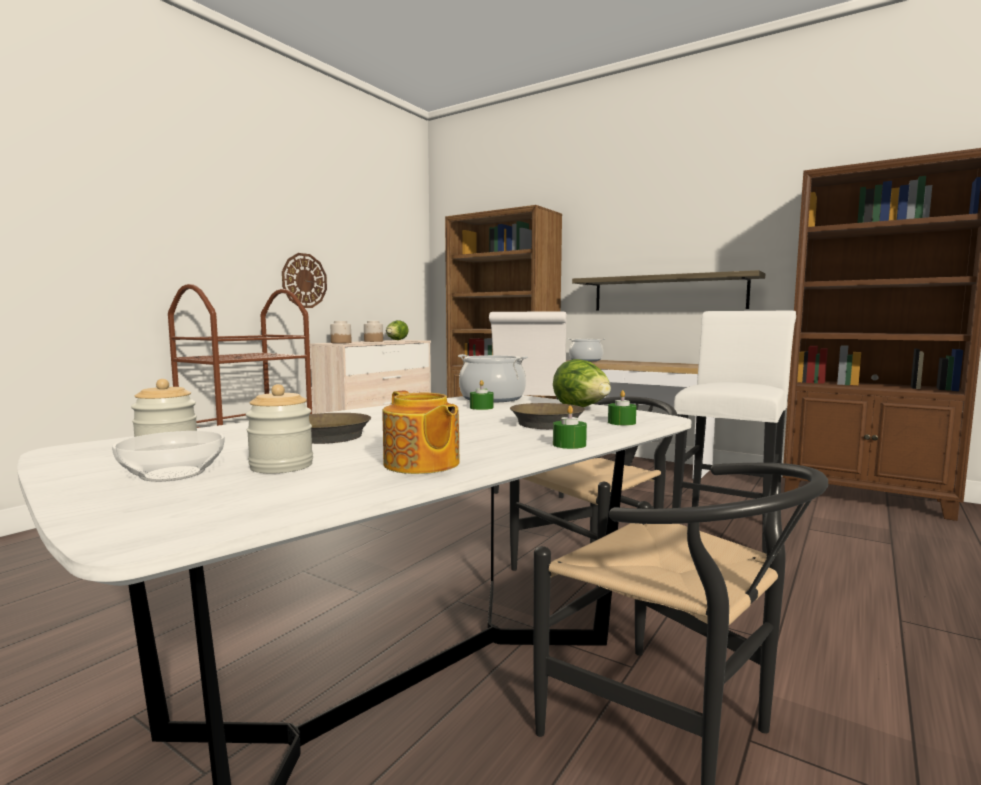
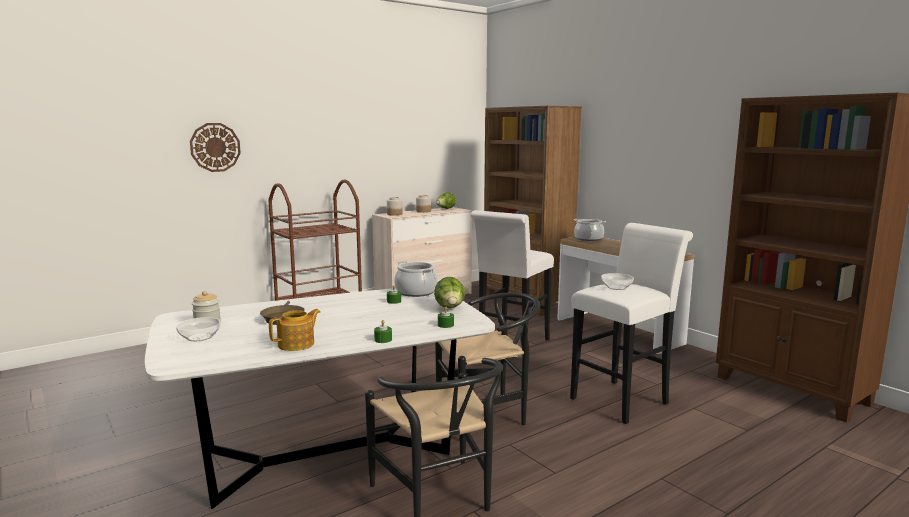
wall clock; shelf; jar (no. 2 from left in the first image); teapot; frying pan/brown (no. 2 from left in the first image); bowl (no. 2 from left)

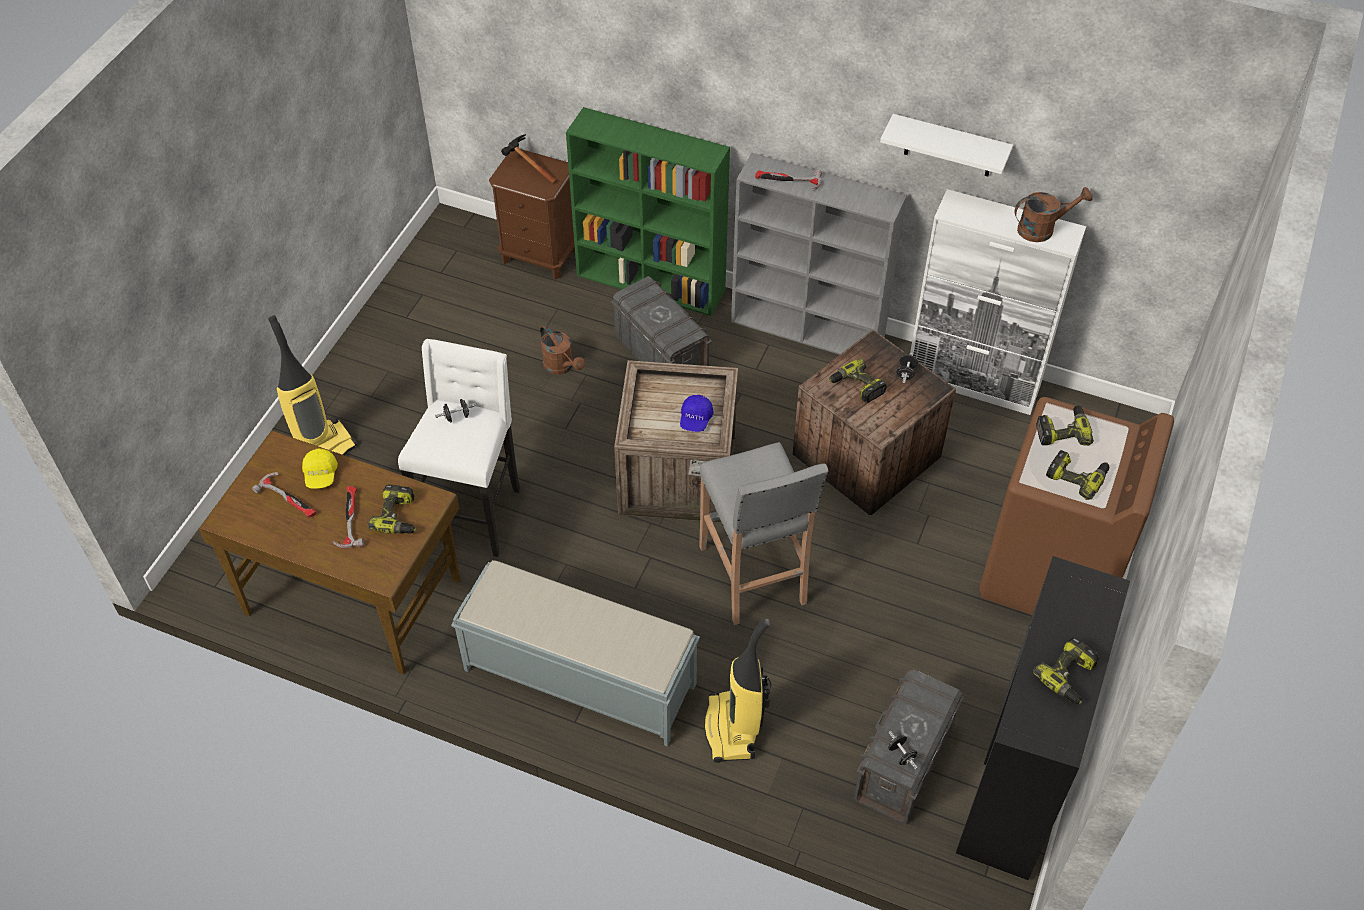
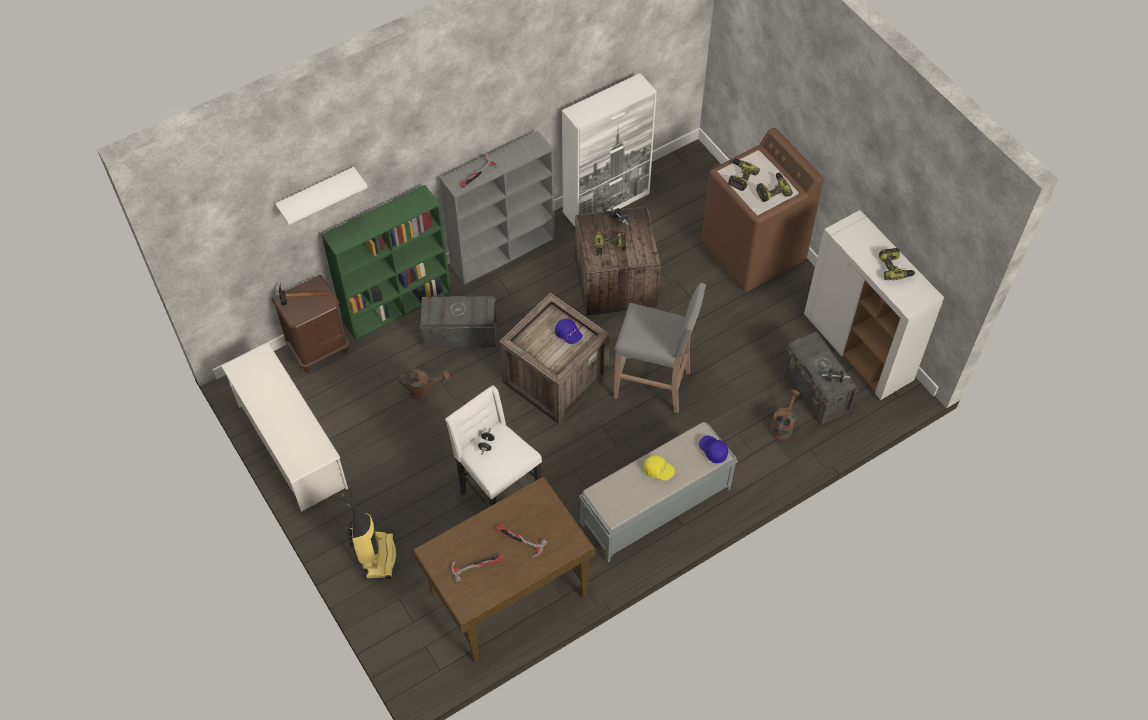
shelf/white; watering can/brown (no. 2 from left); cap/yellow; power drill (no. 1 from left in the first image); cabinet/white (no. 2 from left); vacuum cleaner (no. 2 from left in the first image); shoe rack/white; cap/blue (no. 2 from left)

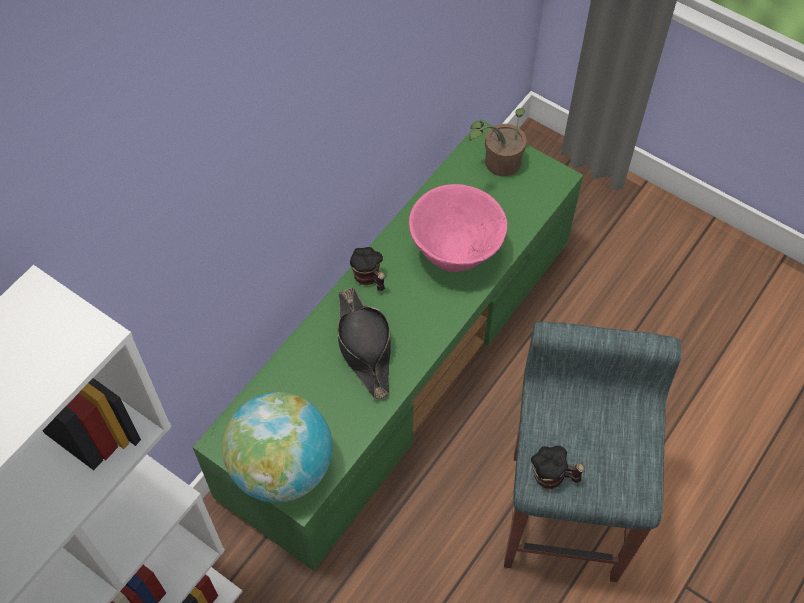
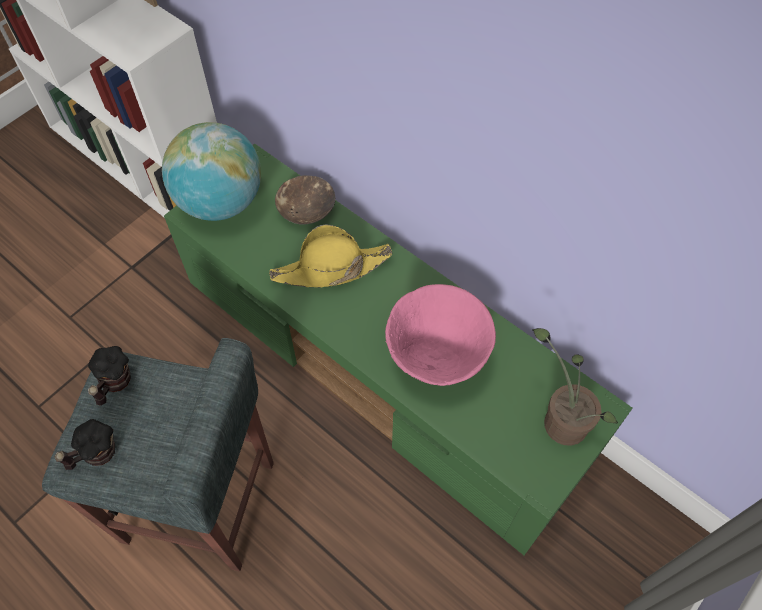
mug (no. 1 from left); hat/yellow; bowl/brown

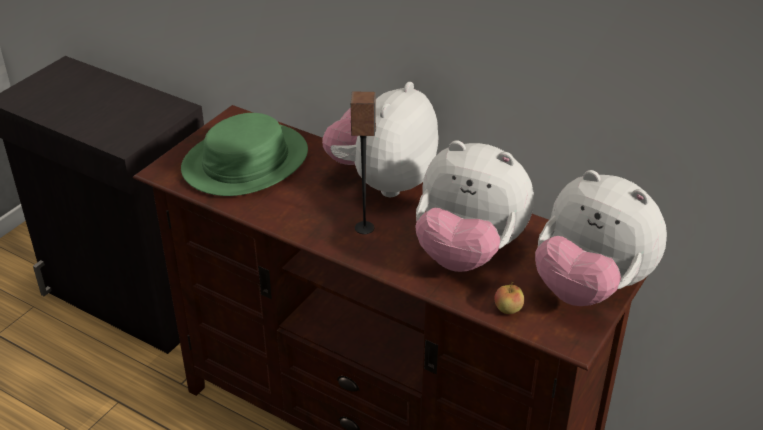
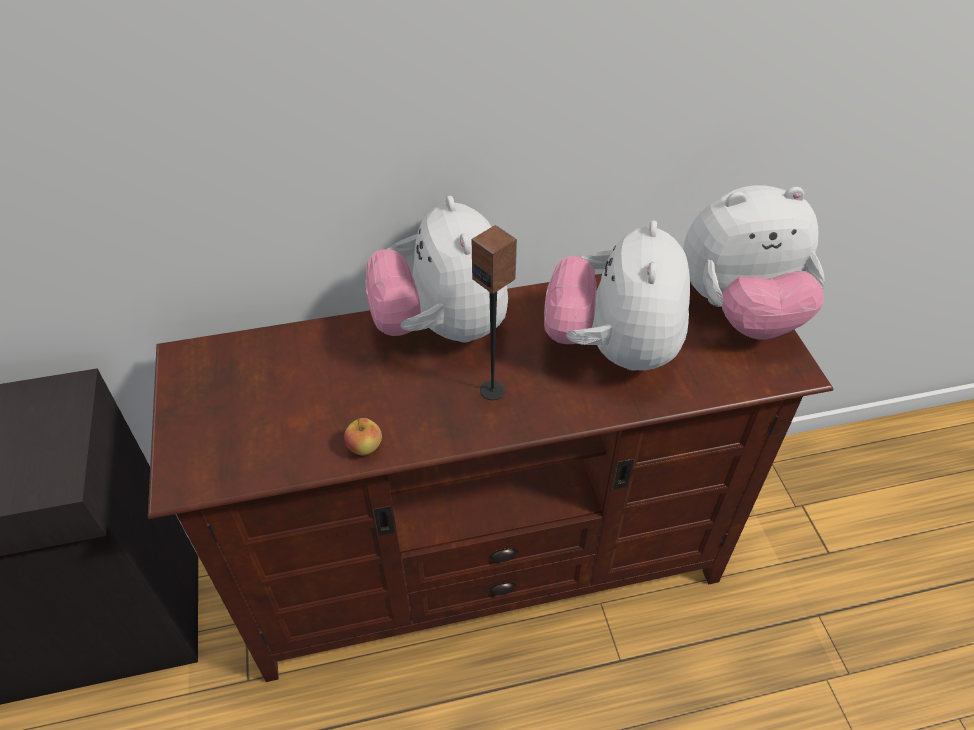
hat/green; plush toy (no. 2 from left); apple

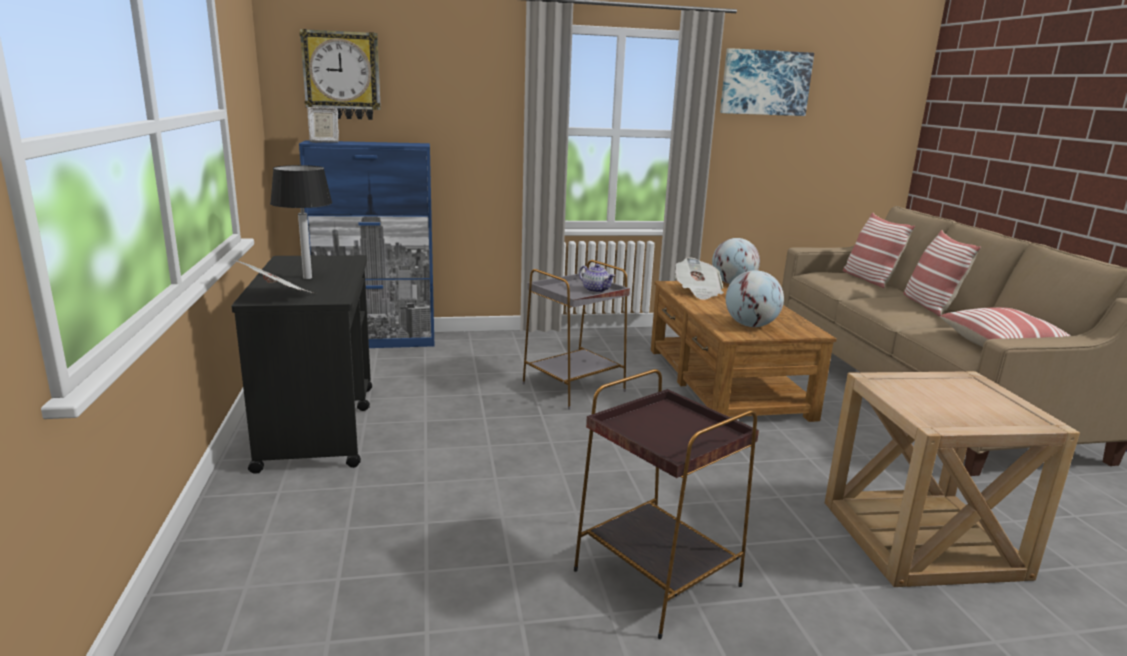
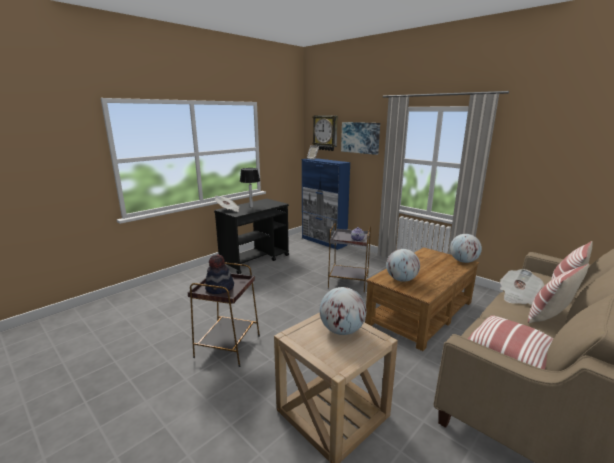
picture; newspaper (no. 2 from left); hat; globe (no. 1 from left)

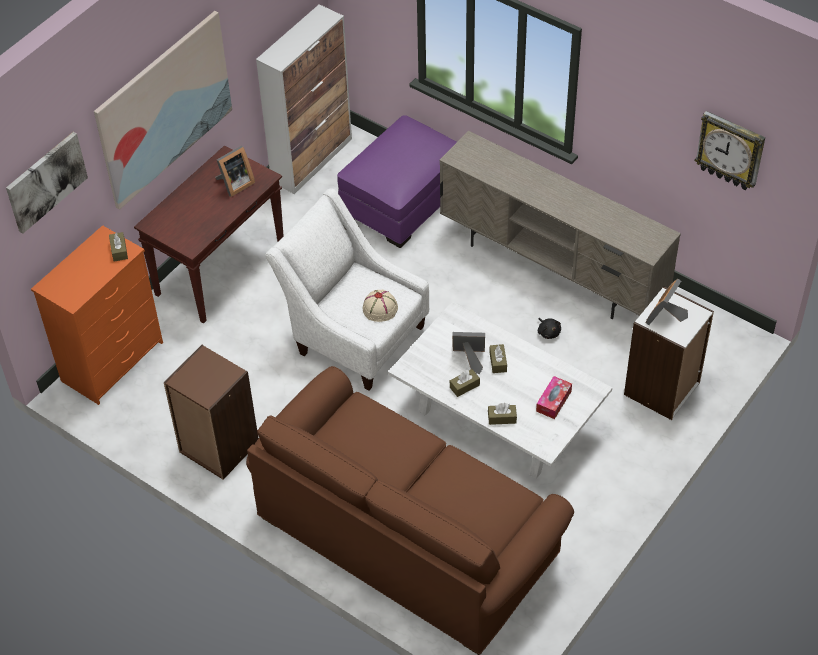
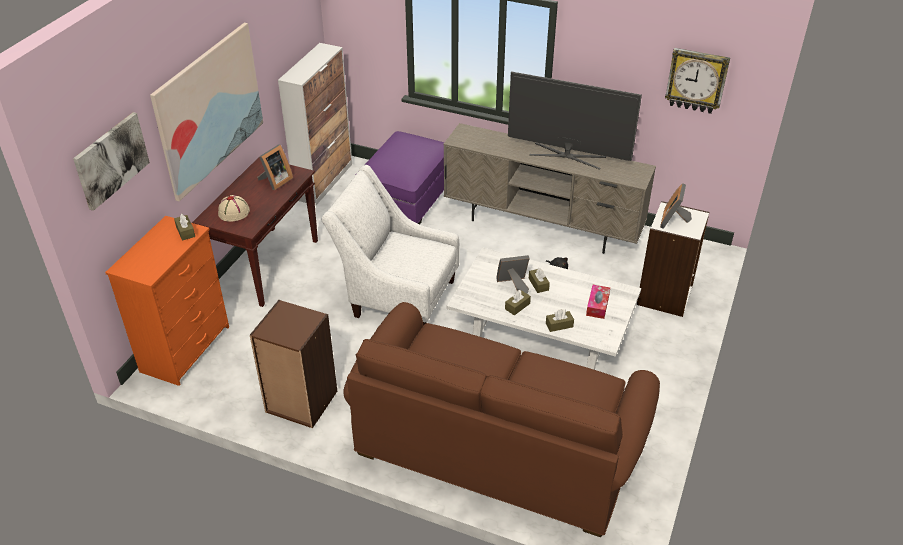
hat/beige; television

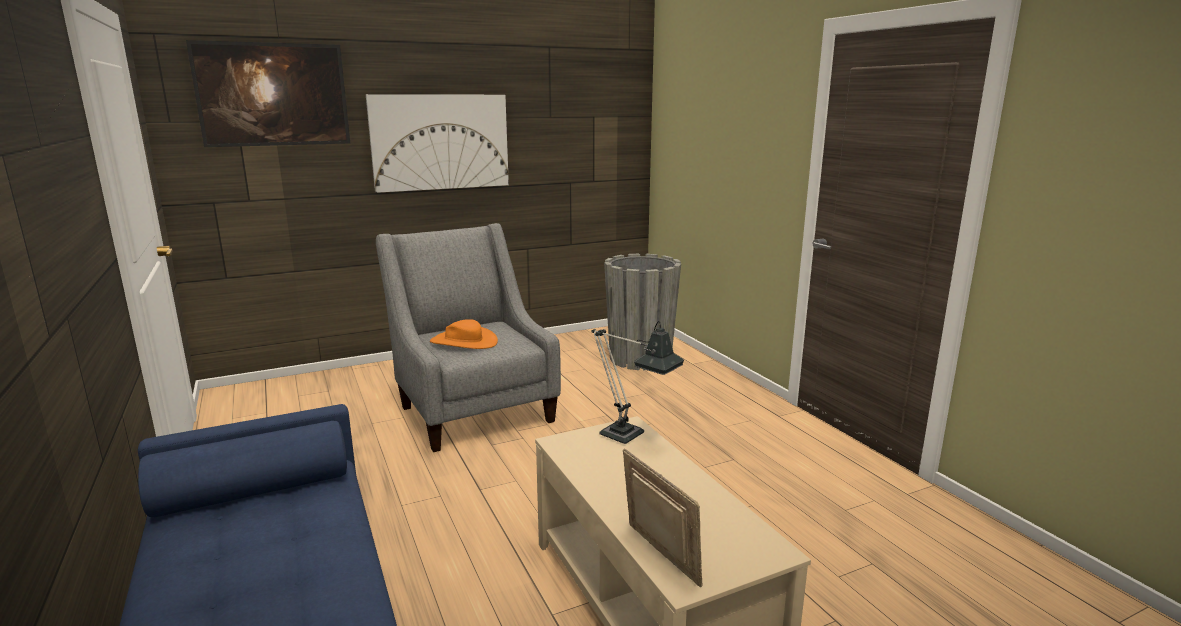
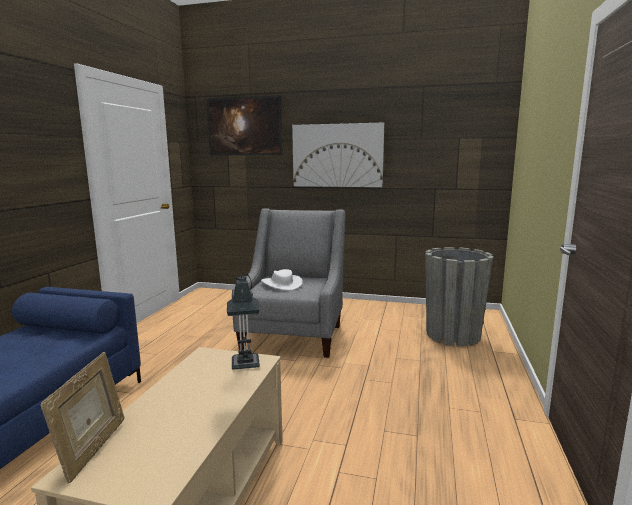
hat/white

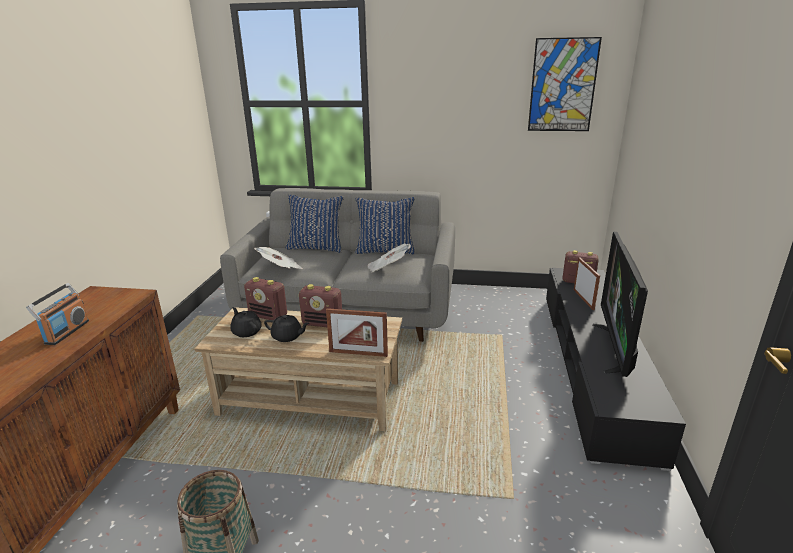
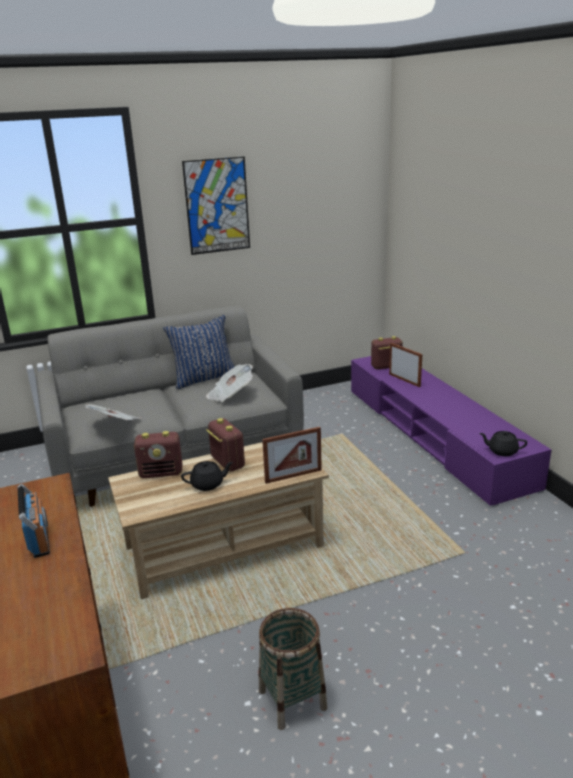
picture; pillow/blue (no. 1 from left in the first image); television; tv stand/purple; radio (no. 3 from left); teapot/black (no. 2 from left)

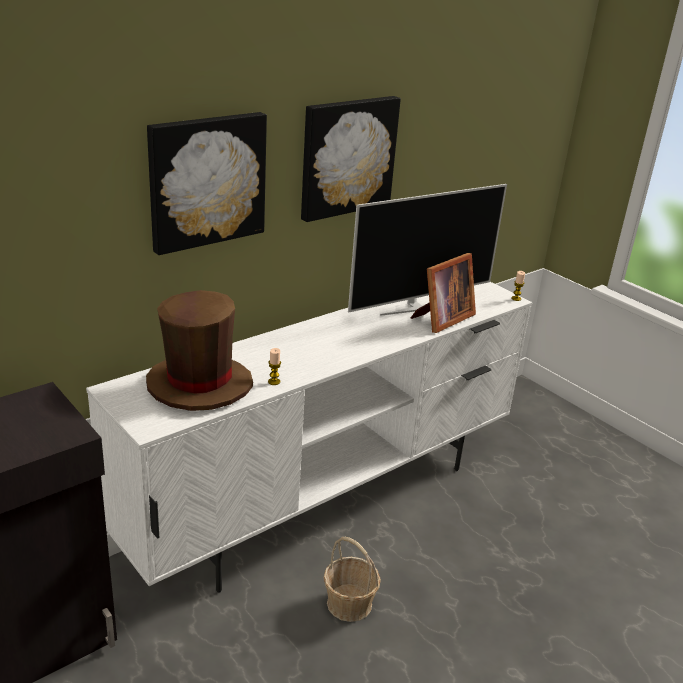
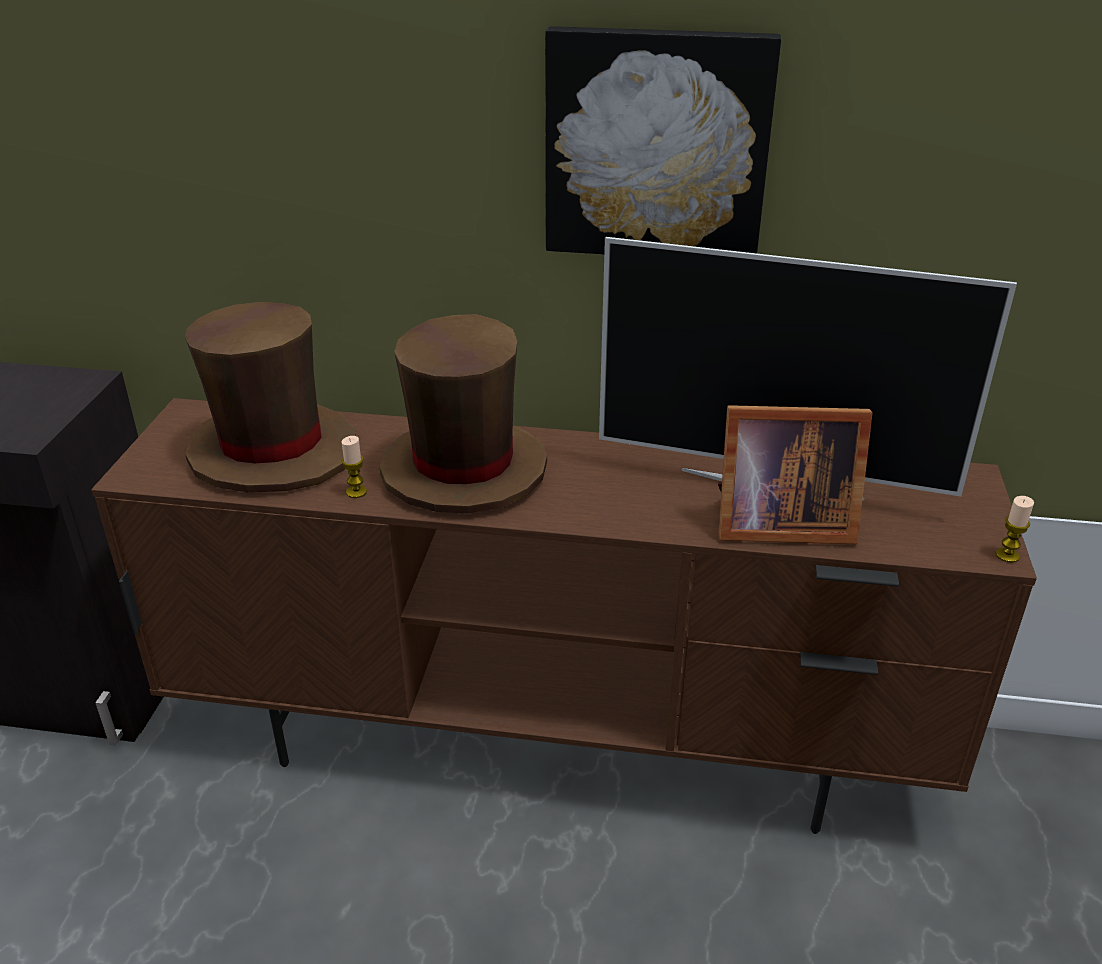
picture (no. 1 from left in the first image); tv stand/brown; basket; hat/brown (no. 2 from left)

